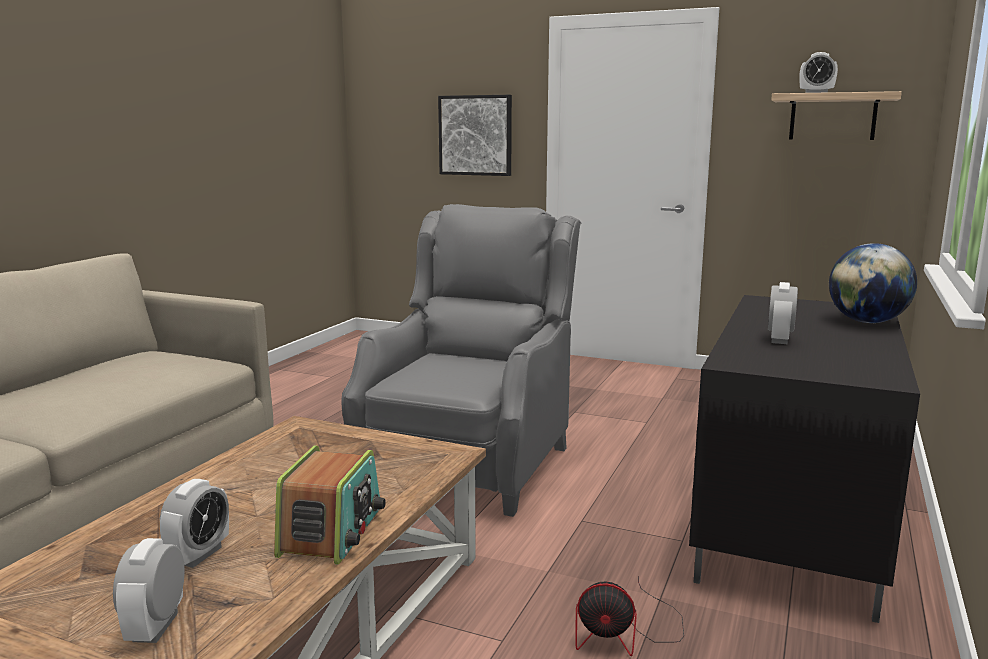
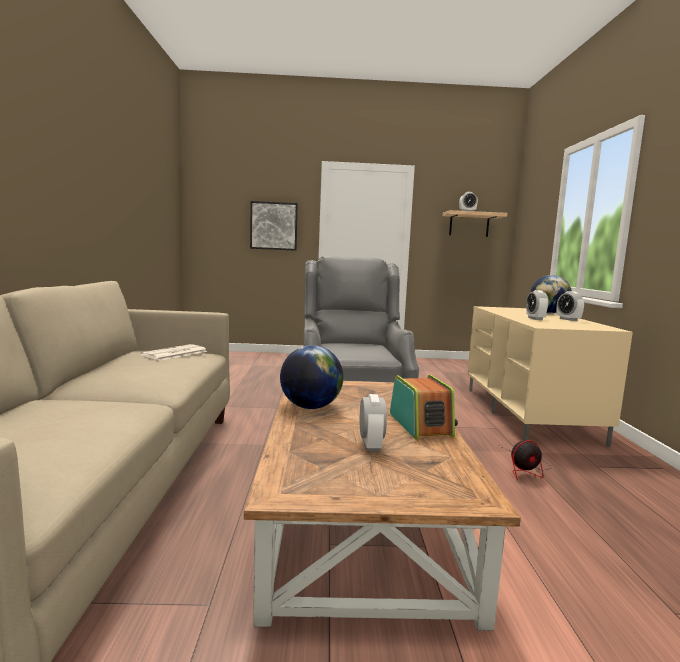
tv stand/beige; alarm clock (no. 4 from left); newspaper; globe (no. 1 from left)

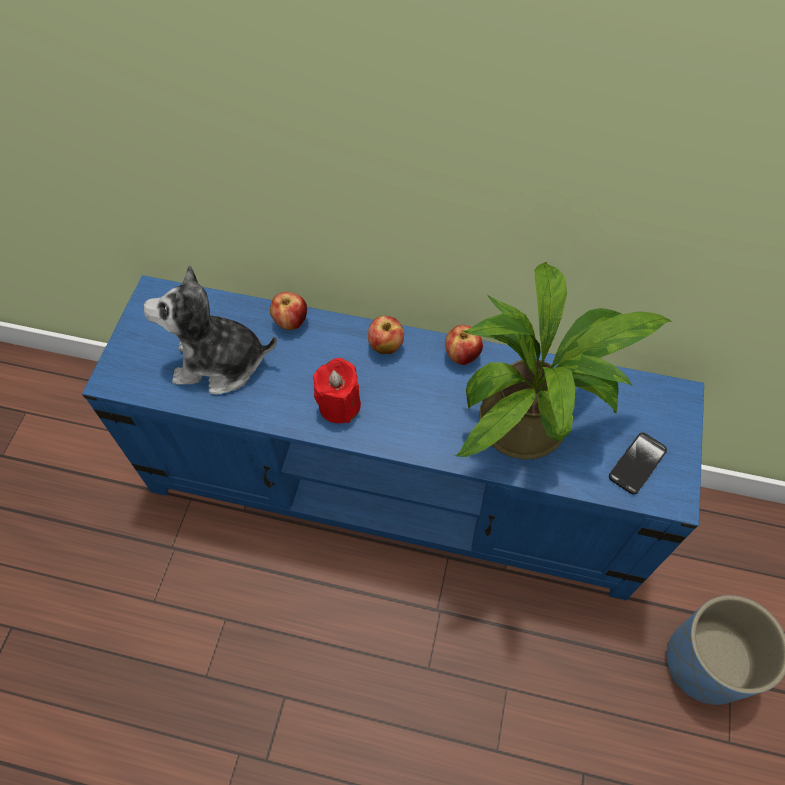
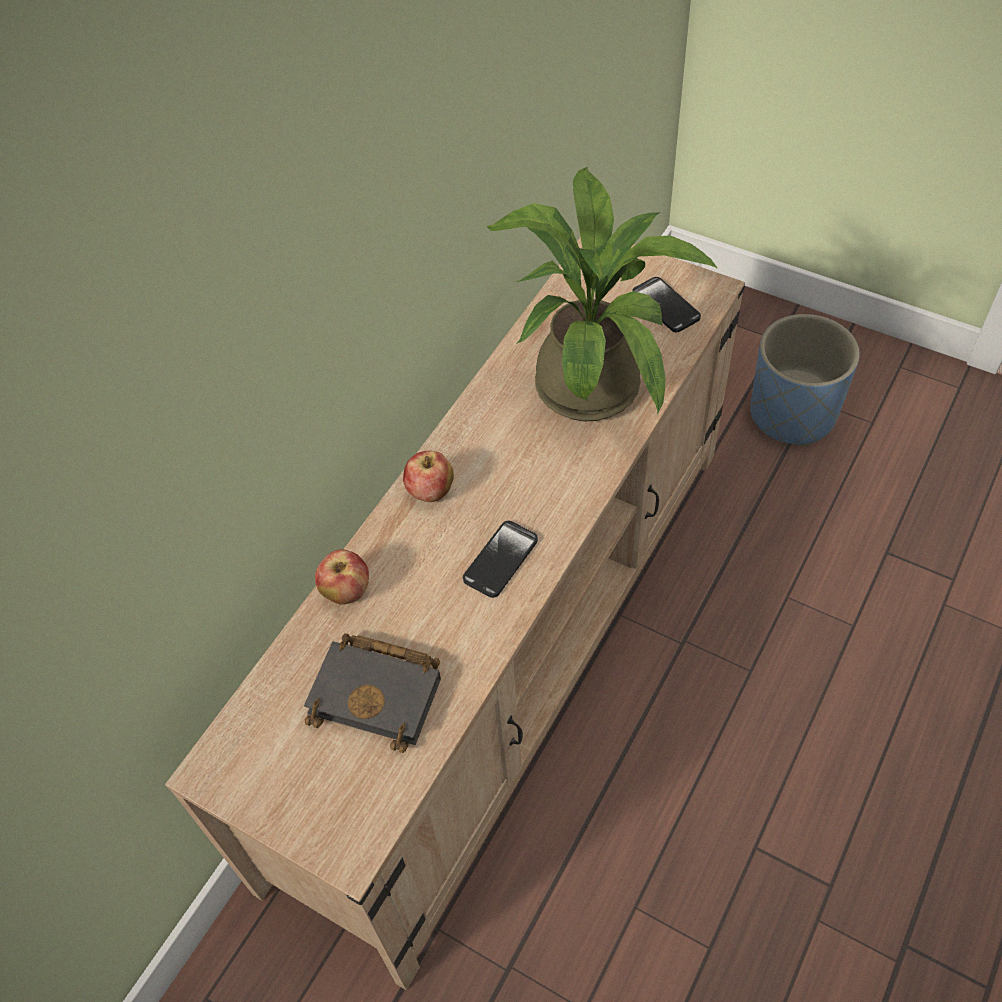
book/black; tv stand/beige; apple (no. 3 from left in the first image); phone (no. 1 from left)

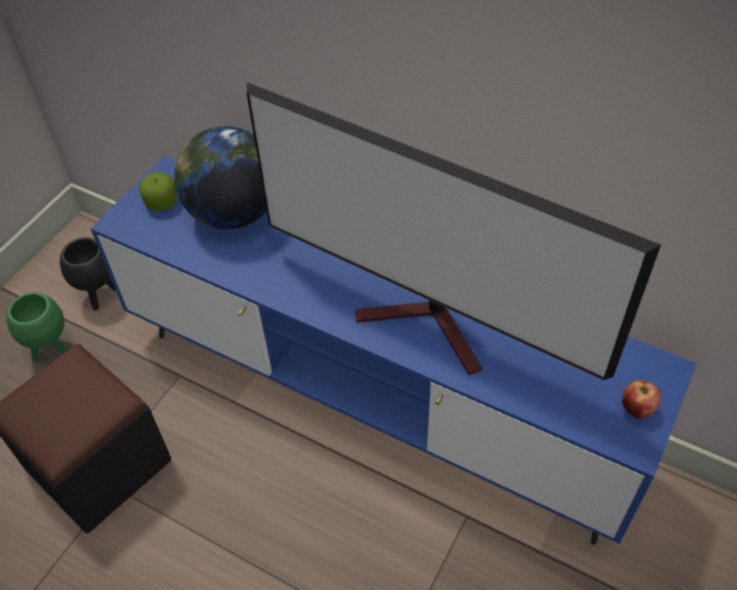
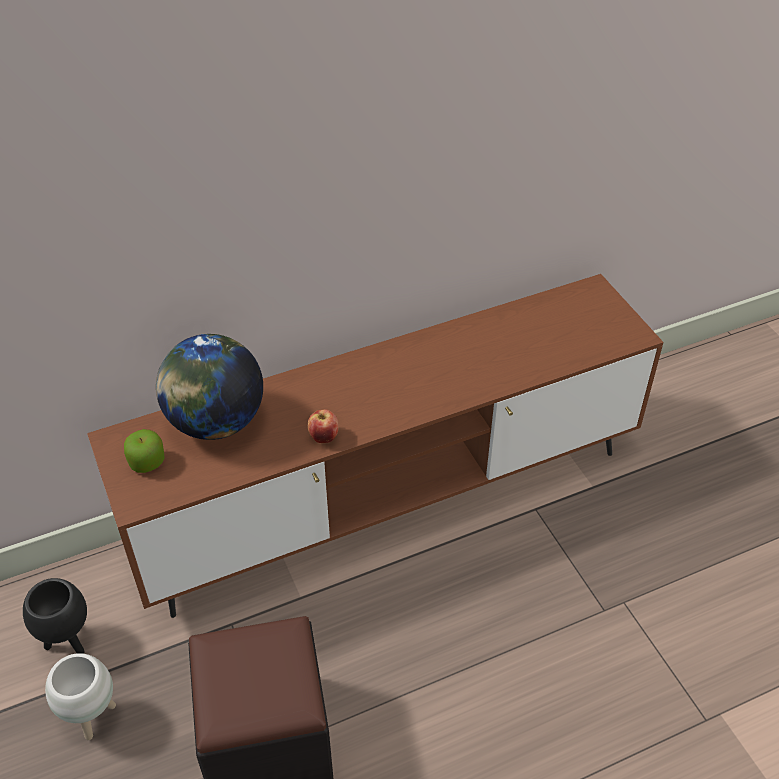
television; tv stand/brown; planter/white; apple (no. 2 from left)

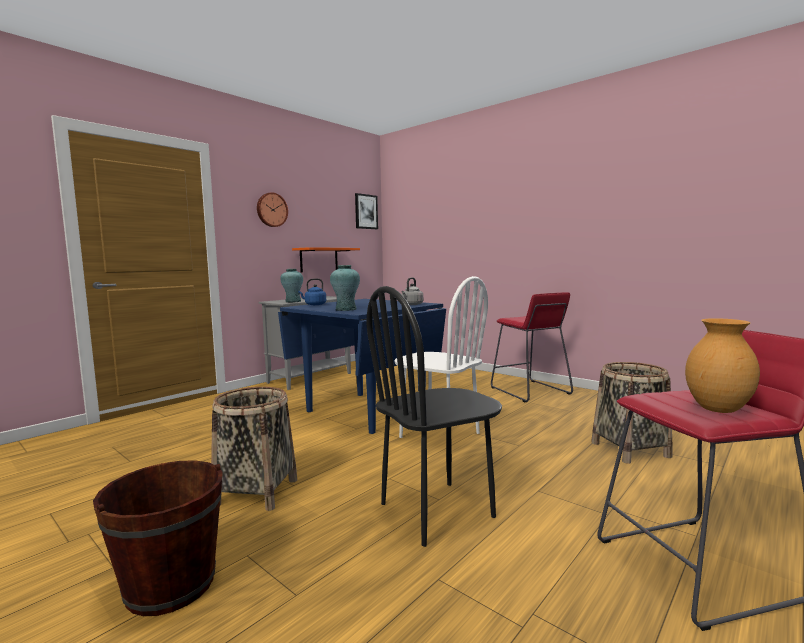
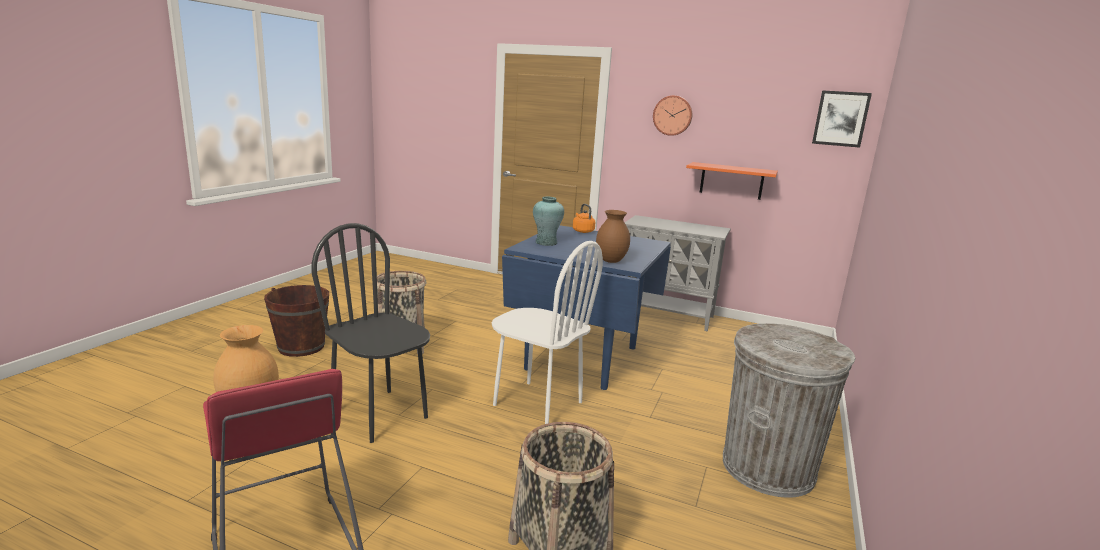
vase/turquoise (no. 1 from left in the first image); chair/white; vase/brown (no. 2 from left); kettle/orange; trash can/grey

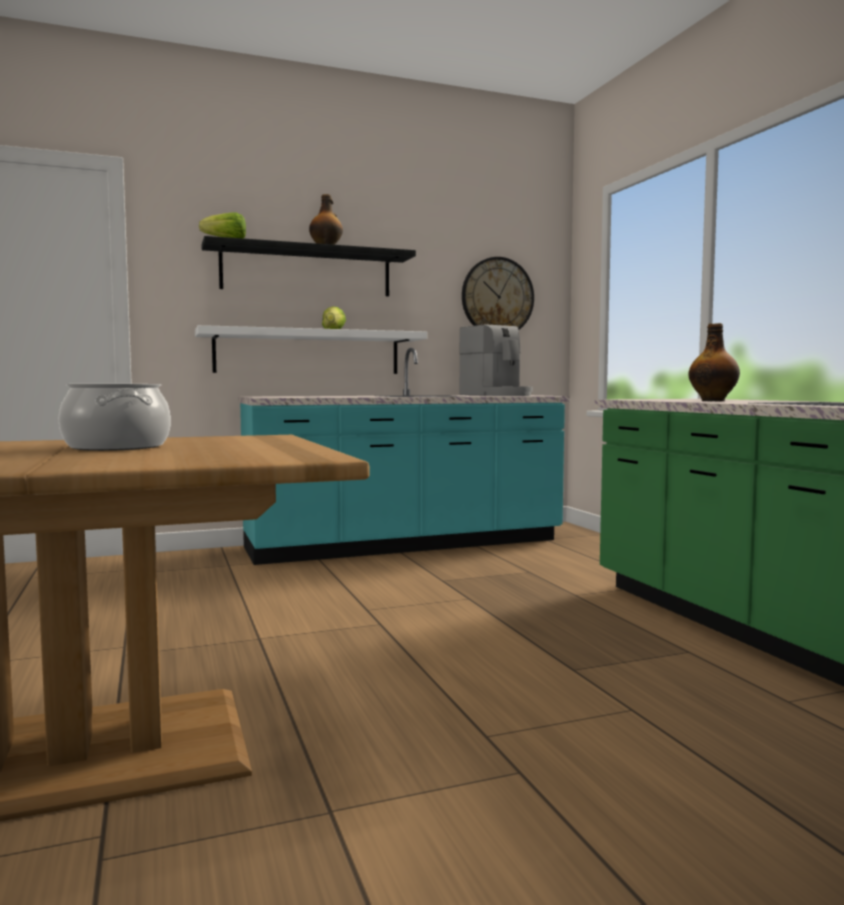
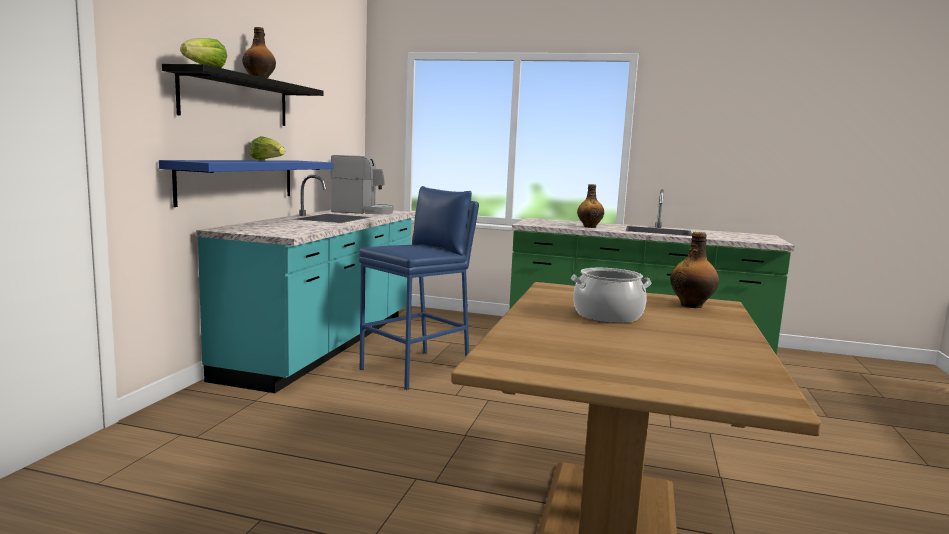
wall clock; shelf/blue; stool/blue; bottle (no. 3 from left)

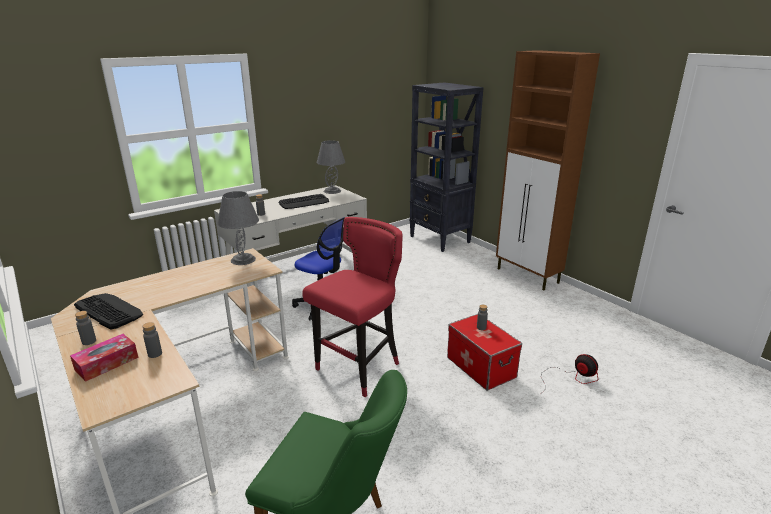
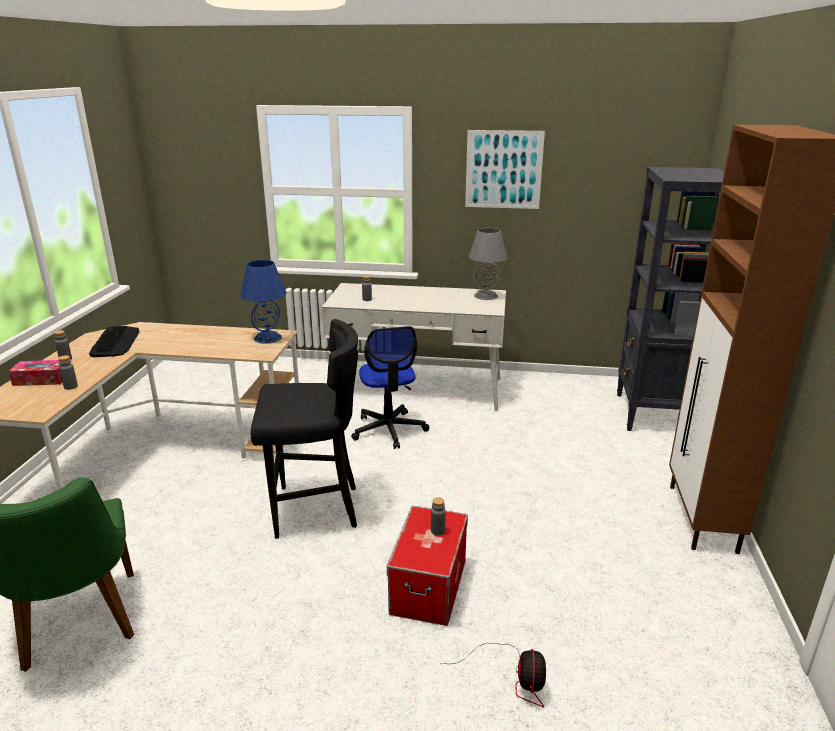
table lamp/blue; keyboard (no. 2 from left in the first image); stool/black; picture

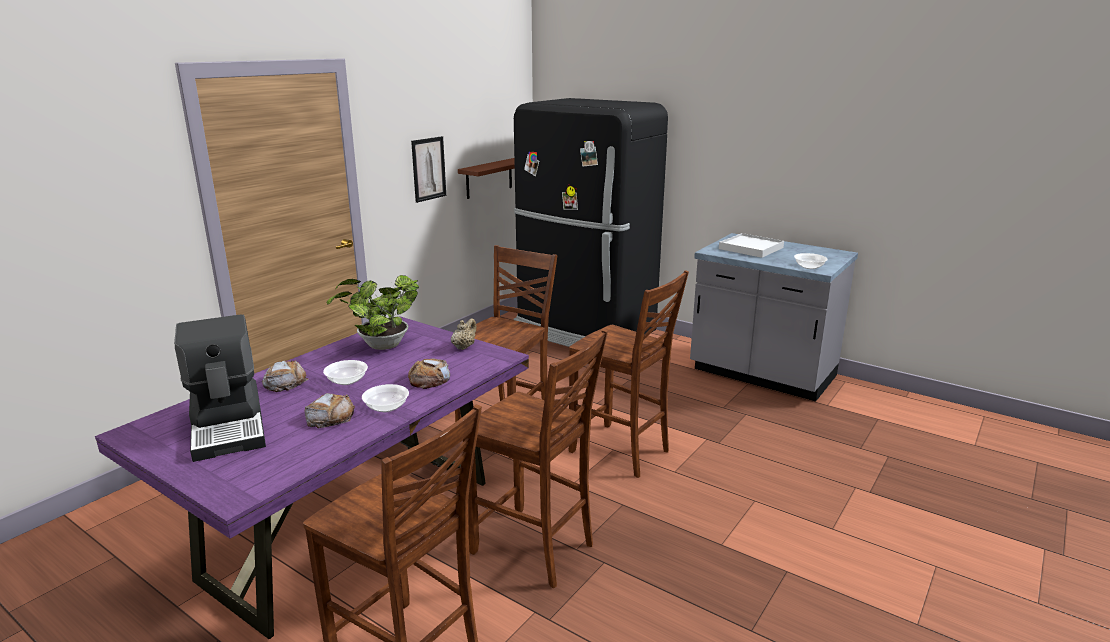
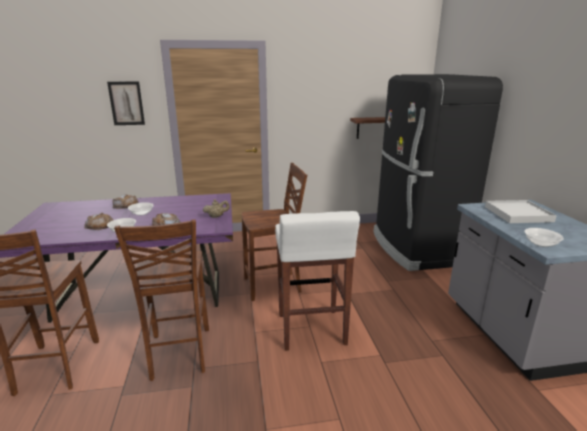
picture; stool/white; potted plant; coffee machine

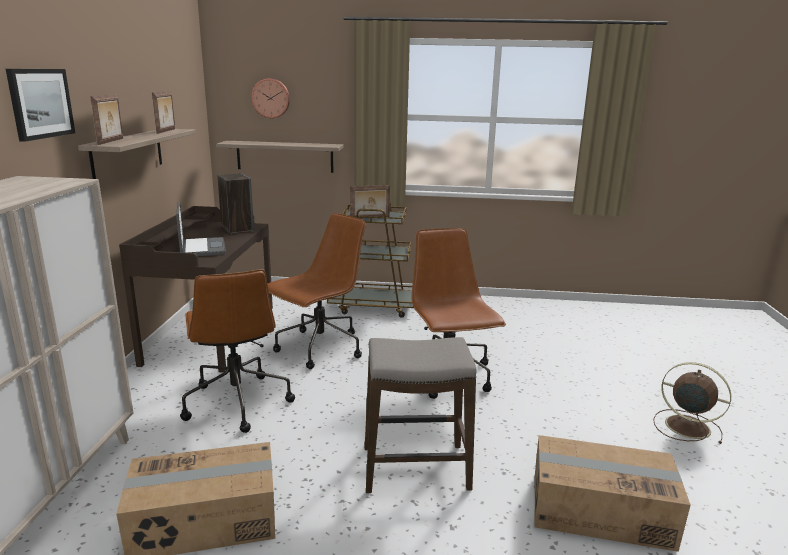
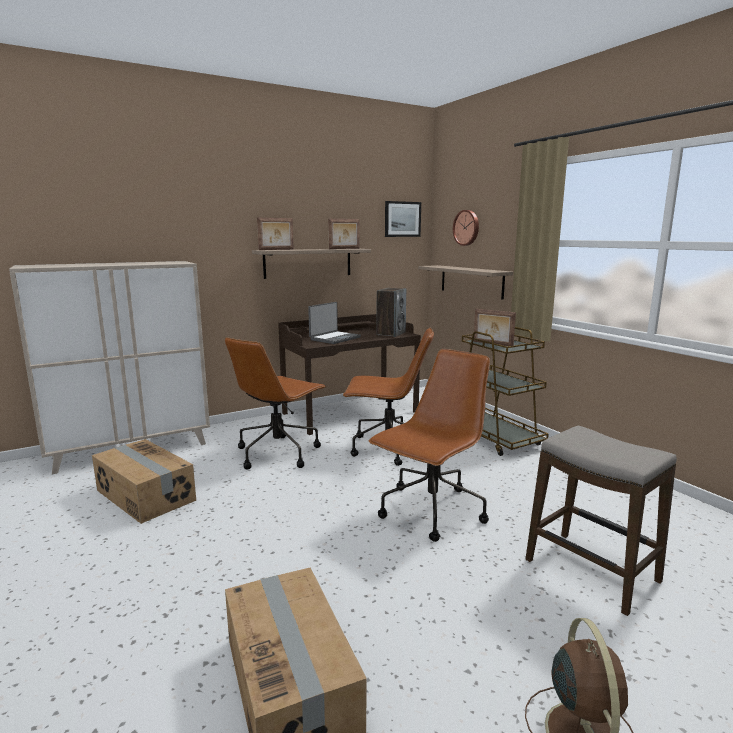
picture; stool

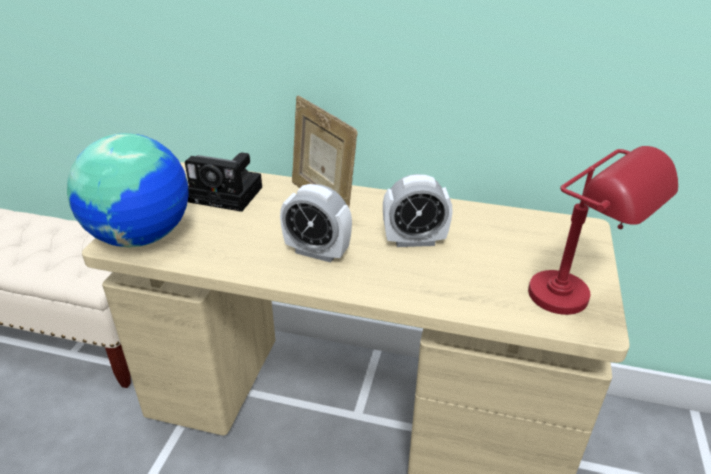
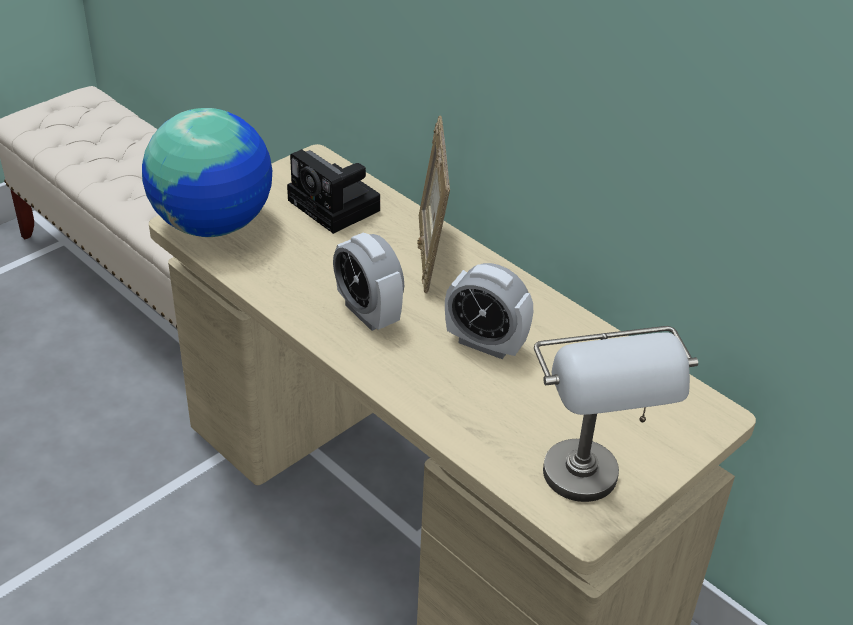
table lamp/grey

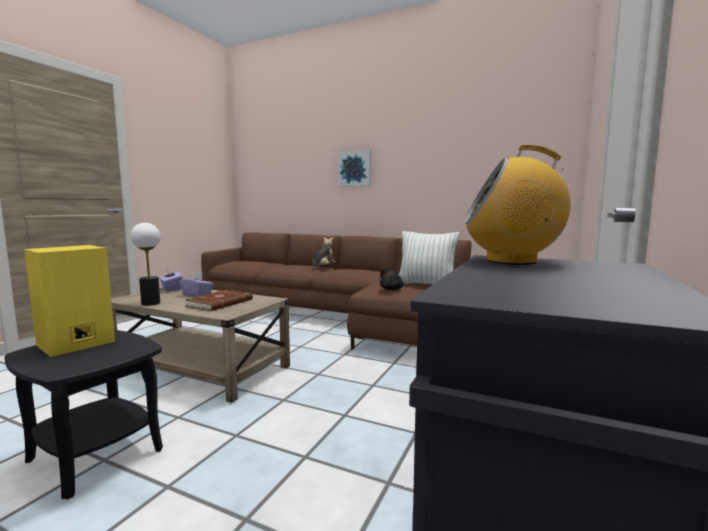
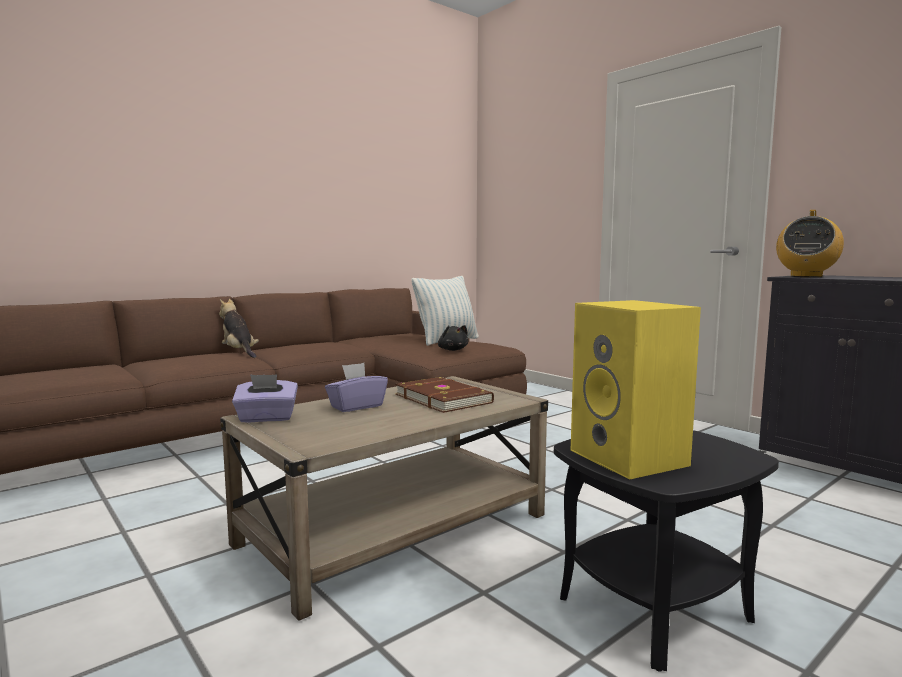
picture; table lamp

